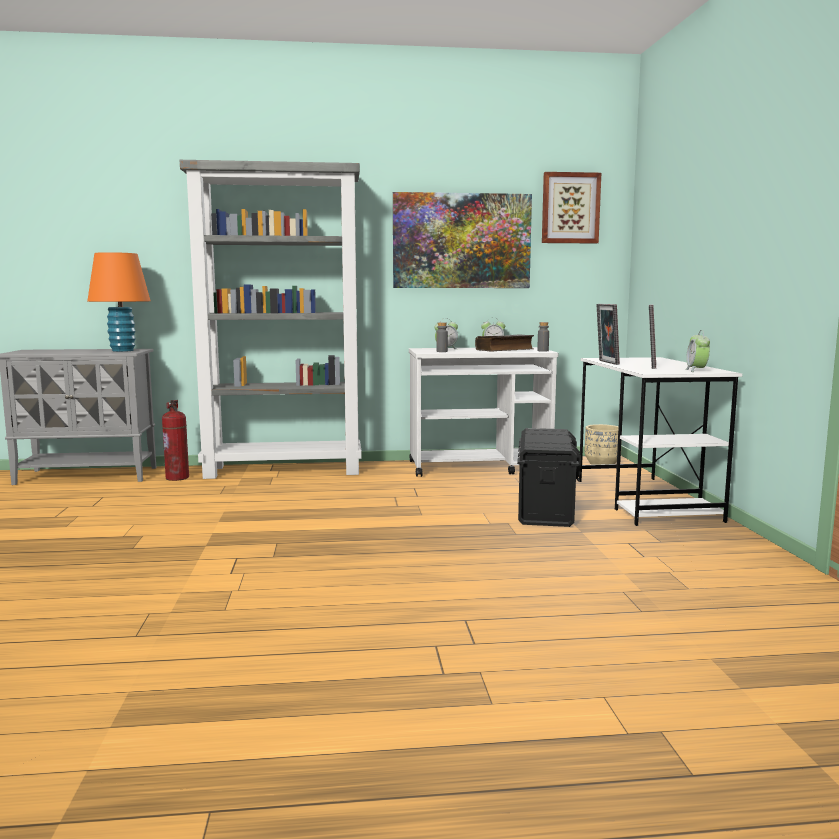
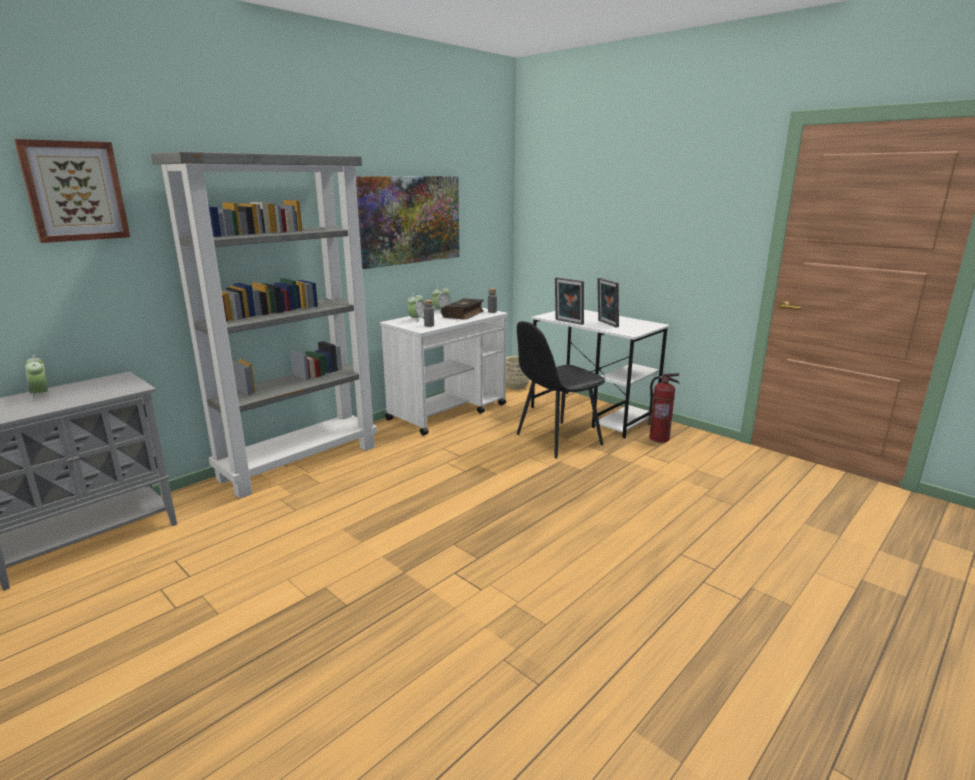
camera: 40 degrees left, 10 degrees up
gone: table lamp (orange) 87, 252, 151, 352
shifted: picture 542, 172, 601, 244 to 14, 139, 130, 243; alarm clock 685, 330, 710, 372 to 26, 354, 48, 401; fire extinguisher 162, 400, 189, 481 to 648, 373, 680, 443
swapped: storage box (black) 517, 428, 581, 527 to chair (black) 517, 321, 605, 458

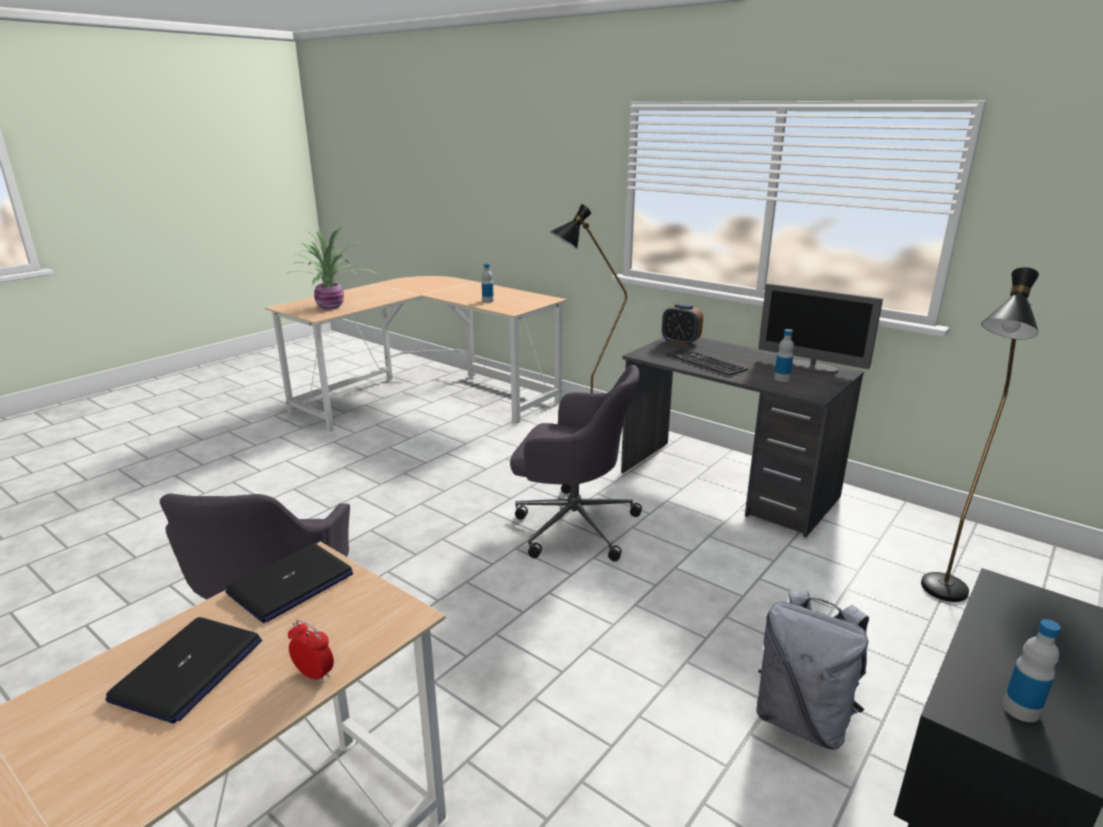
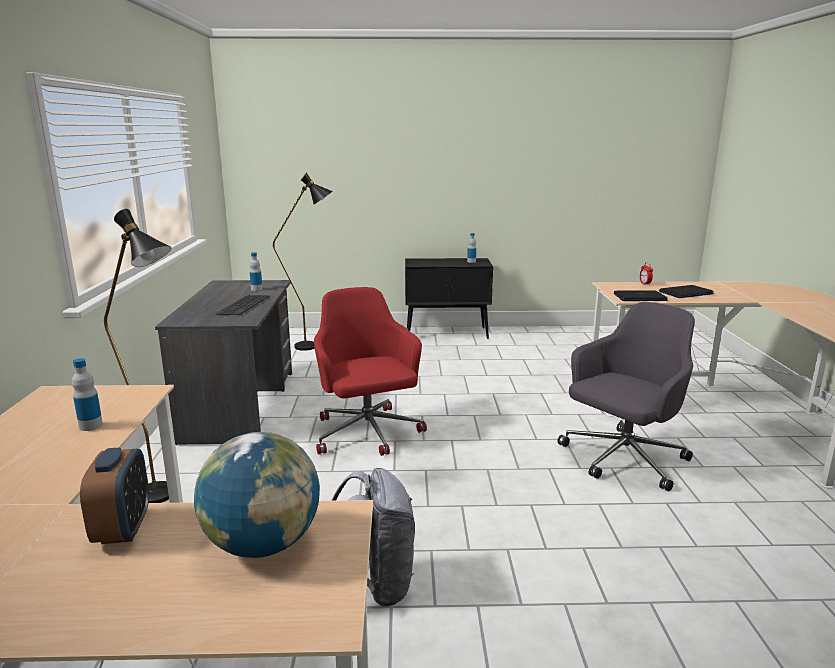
camera: 130 degrees left, 5 degrees down
gone: monitor 758, 283, 883, 374
shifted: alarm clock 662, 303, 703, 346 to 80, 447, 149, 544; backpack (grey) 756, 590, 869, 749 to 331, 468, 415, 607
swapped: potted plant 285, 226, 375, 309 to globe 194, 432, 320, 558
repainted: office chair (grey) 510, 365, 642, 561 to office chair (red) 314, 287, 427, 456

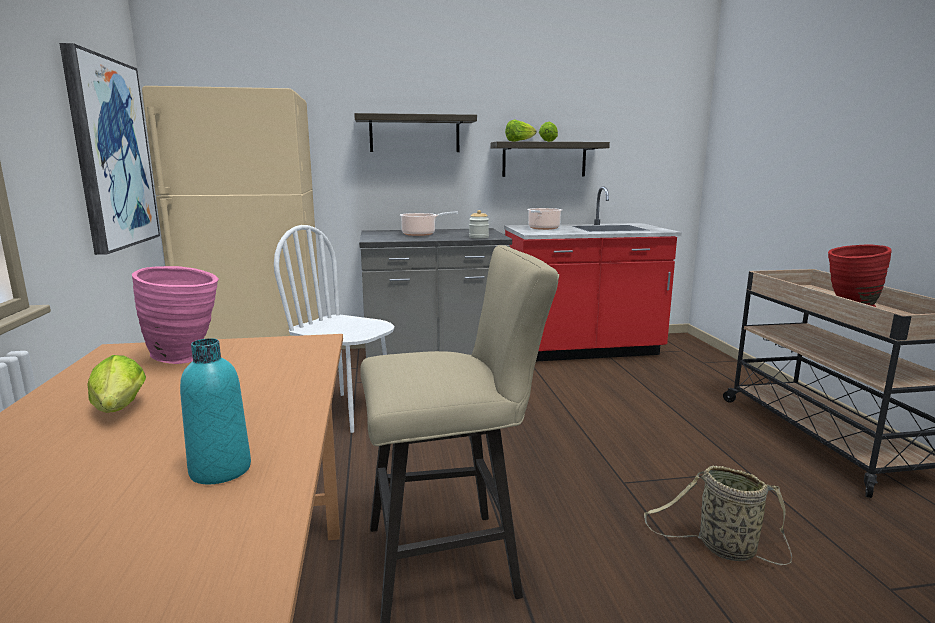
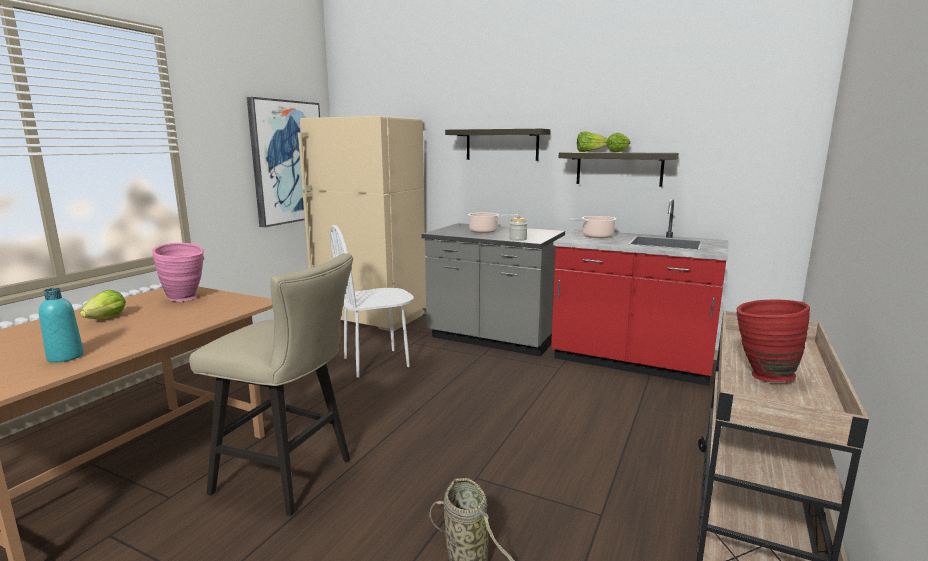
camera: 35 degrees right, 0 degrees up
rotated: chair (white) 274, 225, 394, 433 = 330, 225, 414, 378 90 degrees counterclockwise

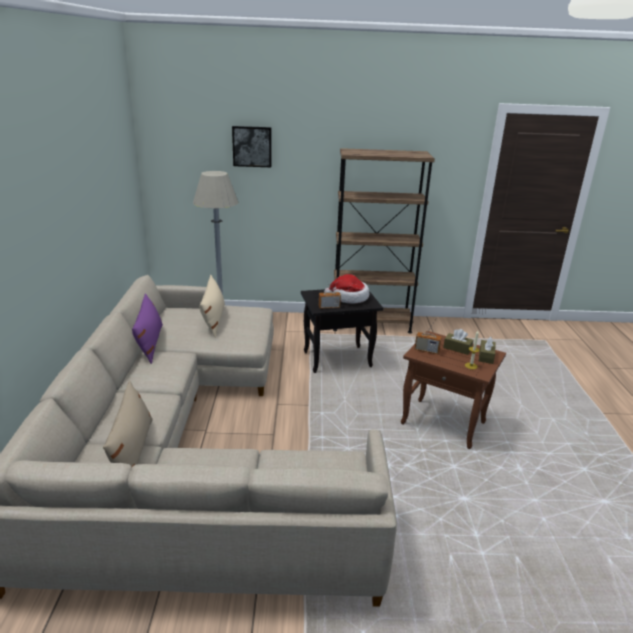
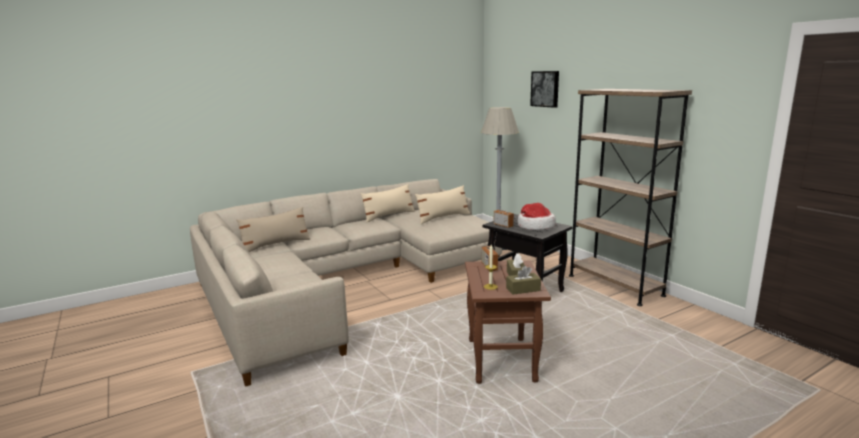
camera: 60 degrees right, 10 degrees down
repainted: pillow (purple) 132, 293, 163, 364 to pillow (beige) 360, 184, 415, 223

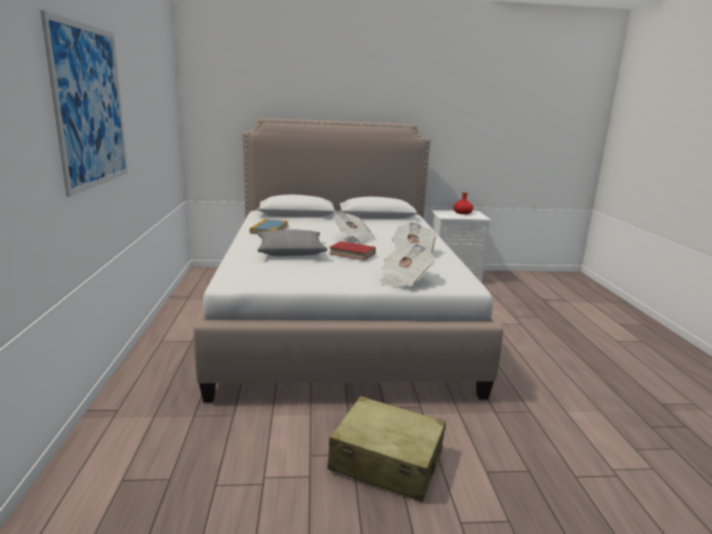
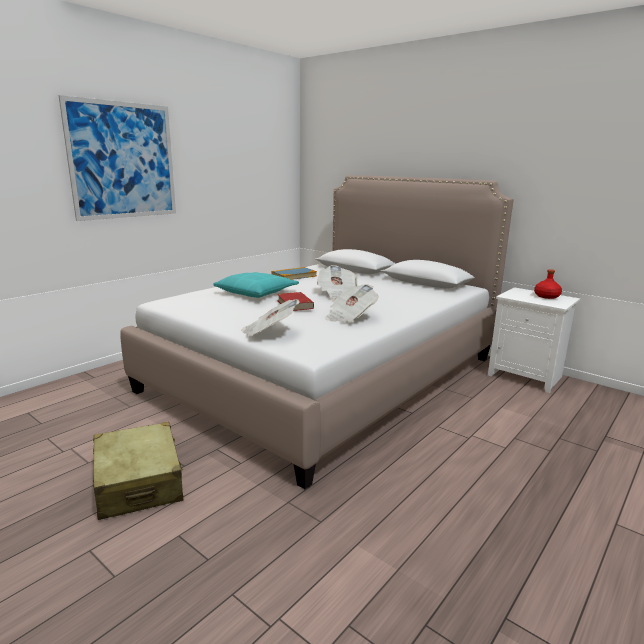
camera: 45 degrees right, 0 degrees up
repainted: pillow (grey) 258, 230, 327, 256 to pillow (turquoise) 214, 272, 299, 298

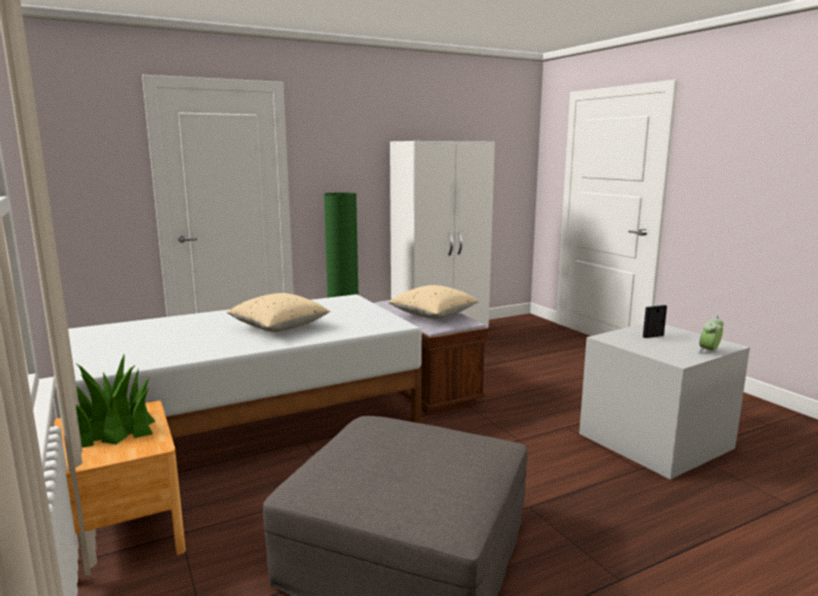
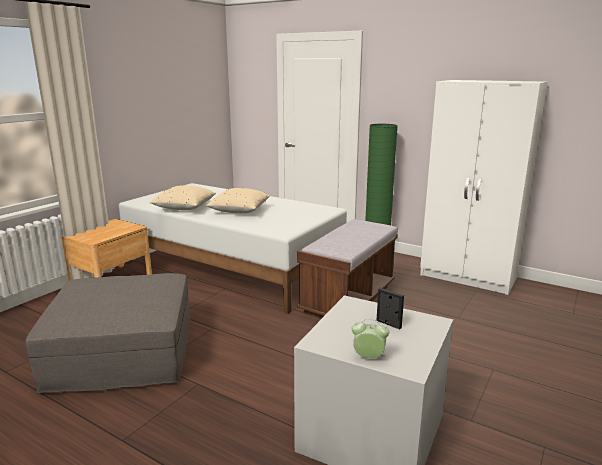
camera: 60 degrees right, 5 degrees up
gone: potted plant 76, 355, 155, 447
shifted: pillow (beige) 388, 285, 479, 319 to 149, 185, 216, 210

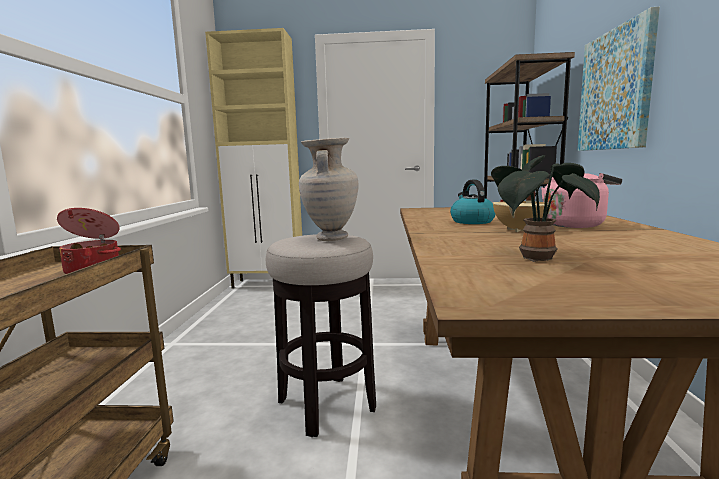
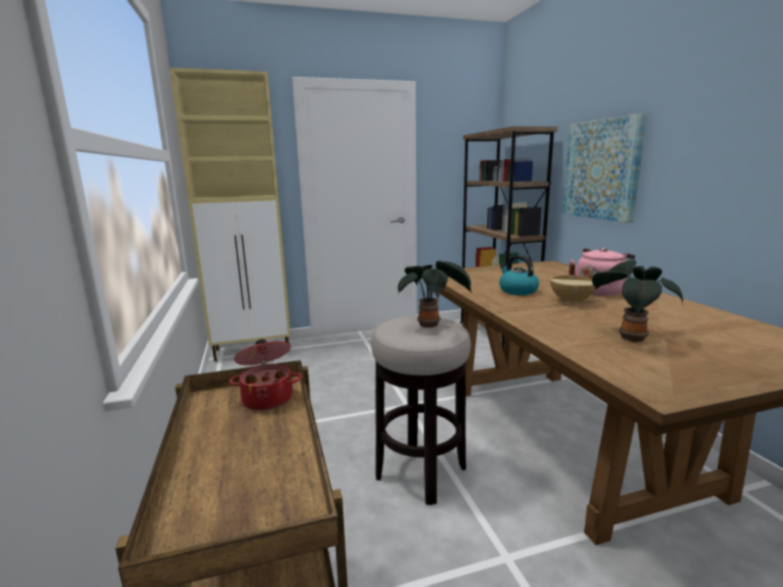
camera: 20 degrees left, 5 degrees up
swapped: vase (beige) 299, 138, 358, 241 to potted plant 398, 261, 472, 328

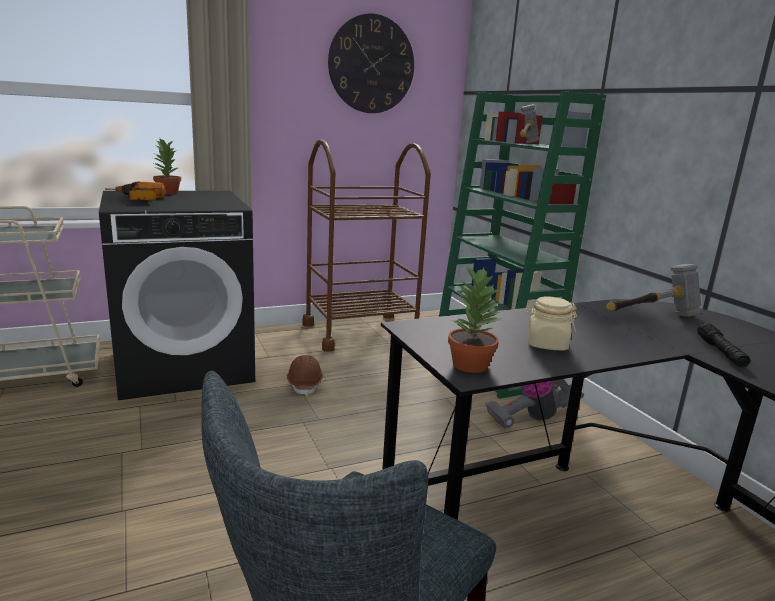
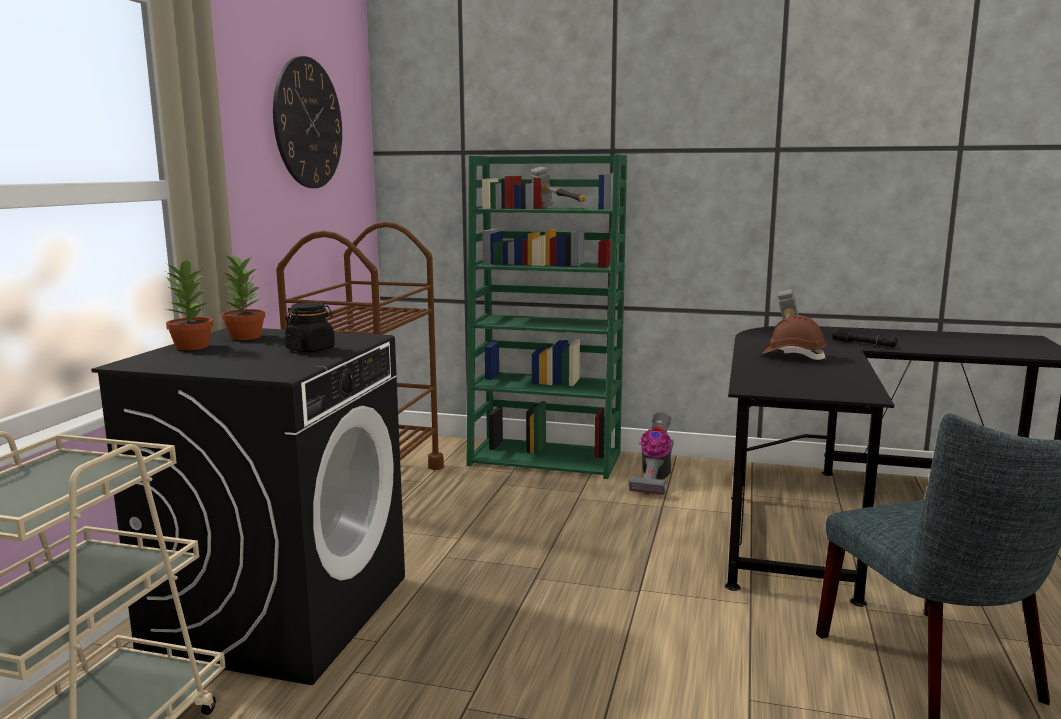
camera: 50 degrees left, 5 degrees down
gone: power drill 105, 182, 166, 200; jar (beige) 525, 296, 577, 350
new: jar (black) 285, 302, 335, 352
shifted: potted plant 448, 264, 503, 373 to 222, 254, 265, 340; hard hat (brown) 287, 355, 323, 396 to 761, 315, 826, 360

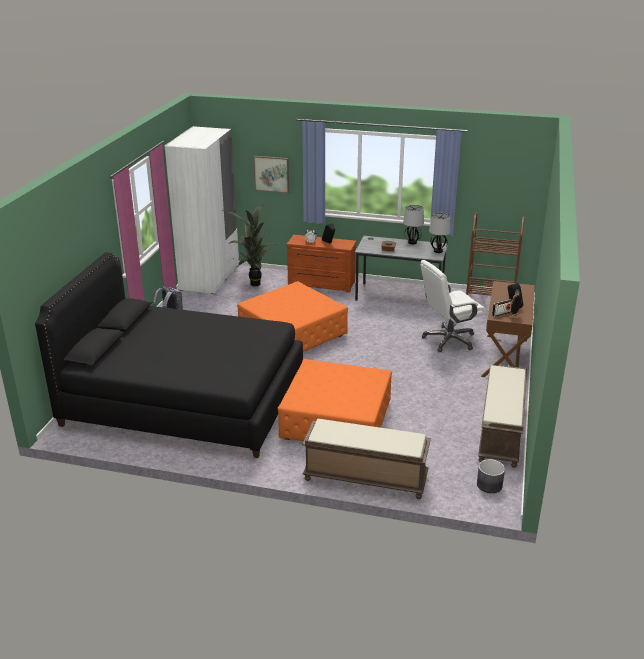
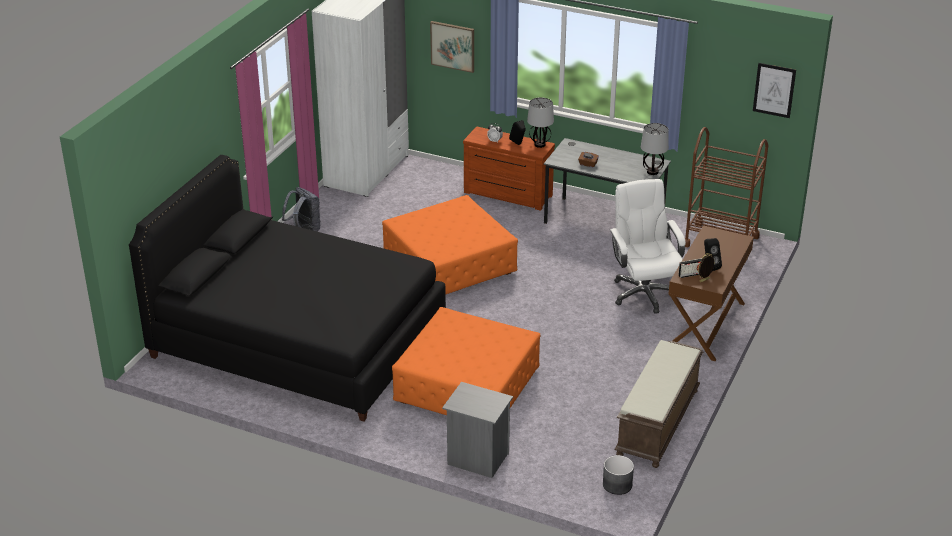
camera: 10 degrees right, 5 degrees up
gone: potted plant 227, 205, 279, 286
new: picture 753, 63, 796, 118
shifted: table lamp 403, 205, 424, 244 to 527, 97, 554, 148
swapped: bench (brown) 302, 419, 431, 499 to nightstand (grey) 442, 382, 513, 478
rotated: office chair (white) 420, 260, 487, 352 = 610, 179, 686, 314 90 degrees clockwise

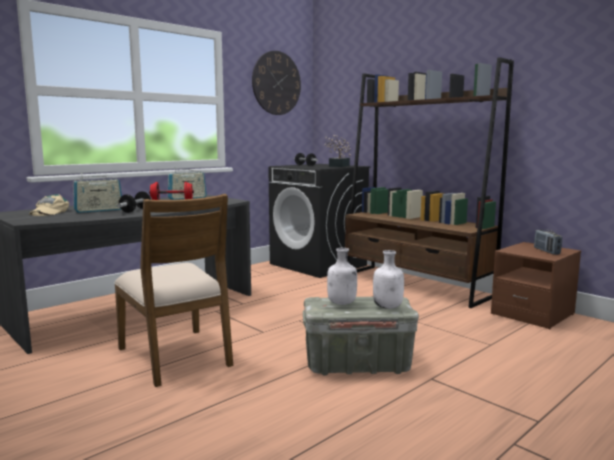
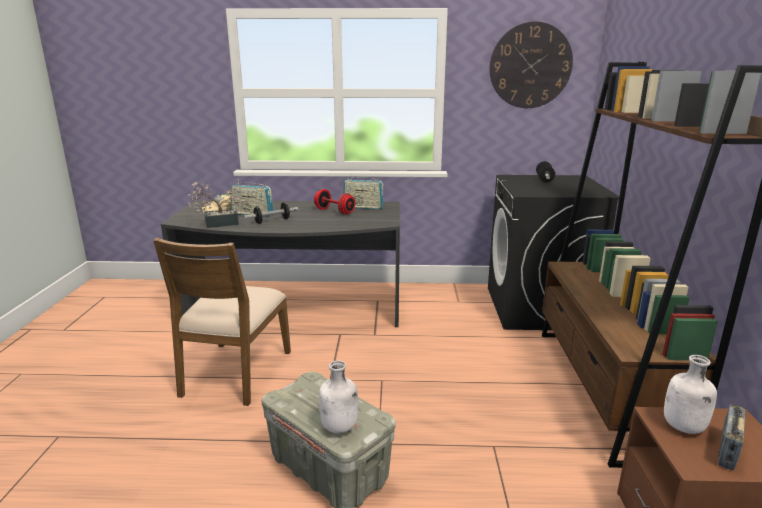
camera: 45 degrees right, 10 degrees up
shifted: potted plant 324, 135, 351, 167 to 188, 181, 245, 228; bottle (white) 327, 248, 357, 305 to 664, 355, 717, 434

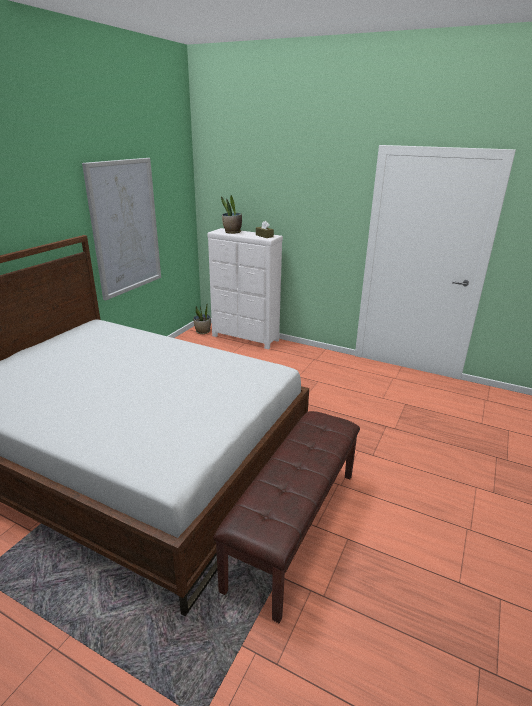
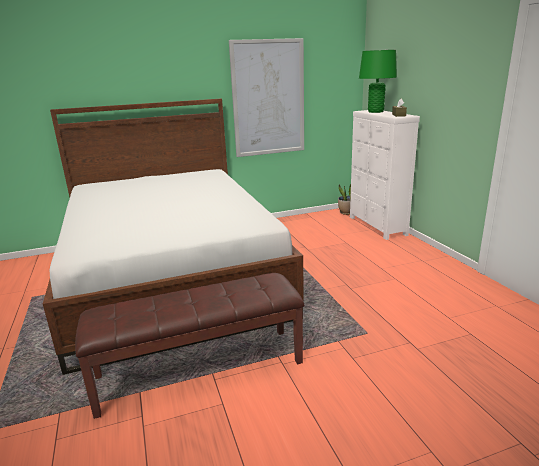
camera: 45 degrees right, 5 degrees down
swapped: potted plant 221, 195, 242, 234 to table lamp (green) 359, 50, 397, 113

